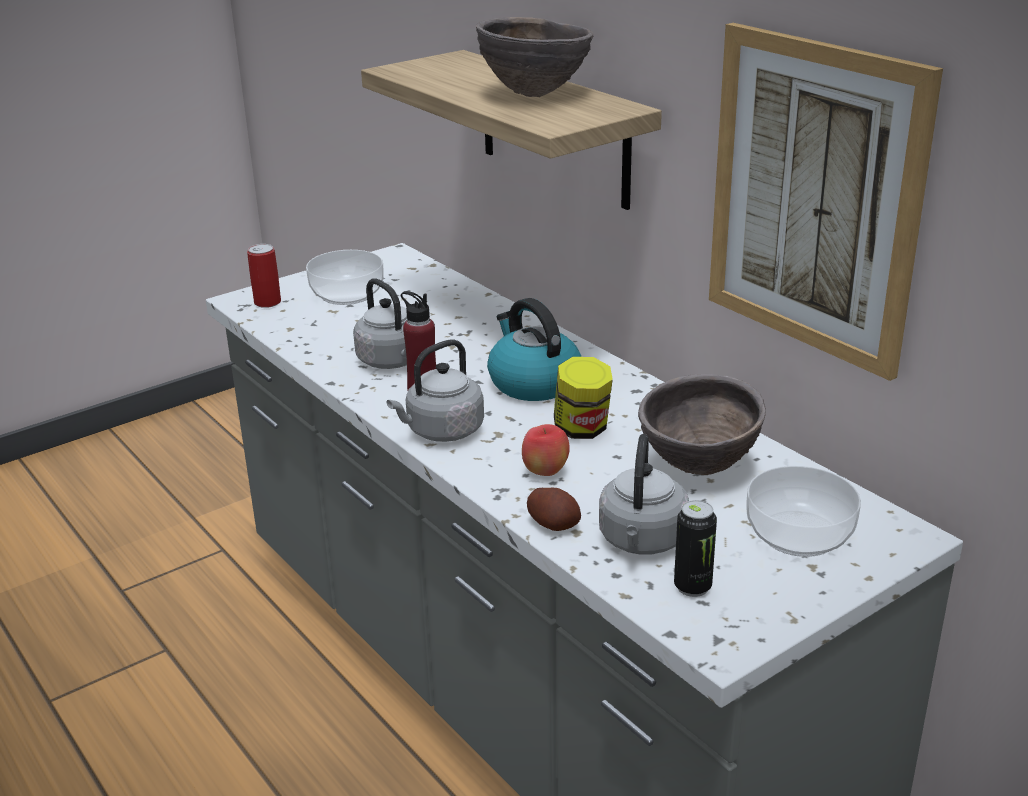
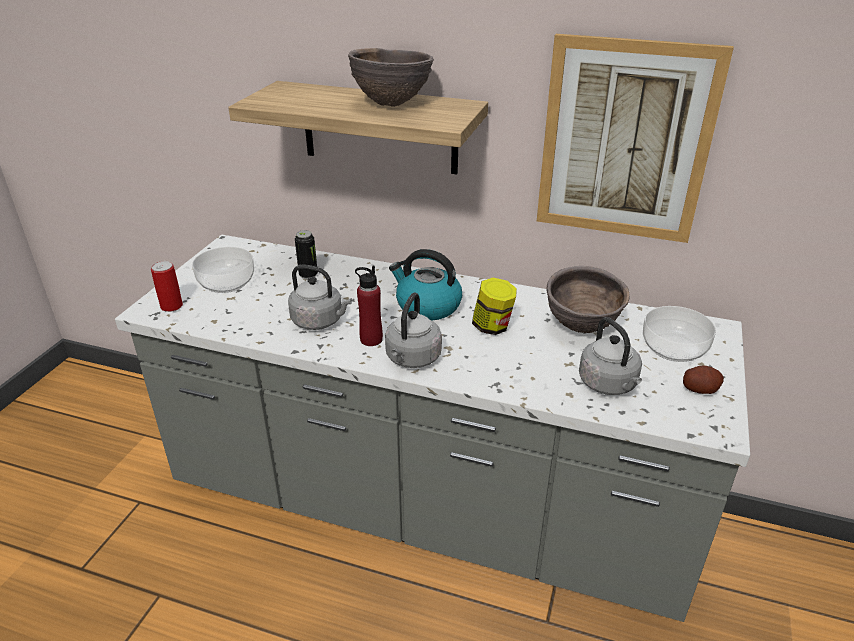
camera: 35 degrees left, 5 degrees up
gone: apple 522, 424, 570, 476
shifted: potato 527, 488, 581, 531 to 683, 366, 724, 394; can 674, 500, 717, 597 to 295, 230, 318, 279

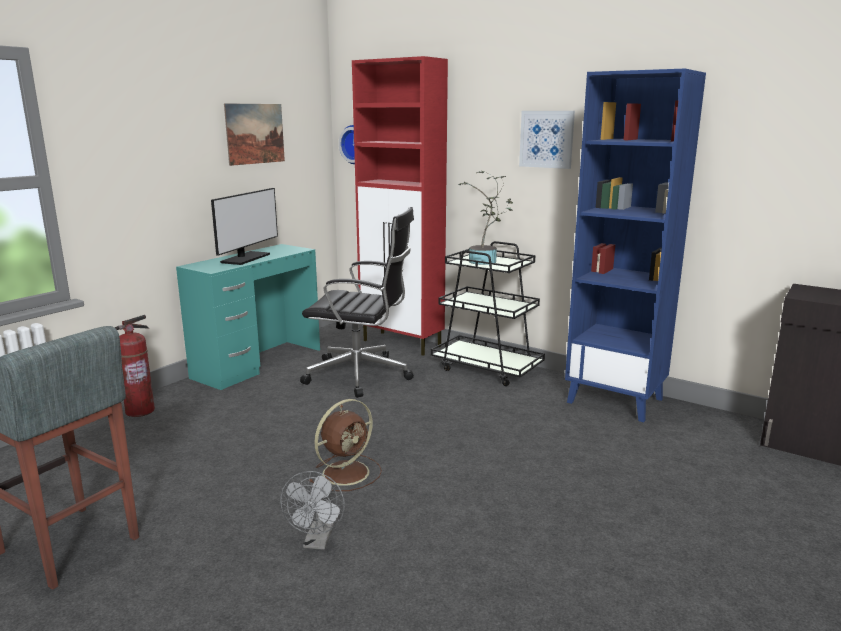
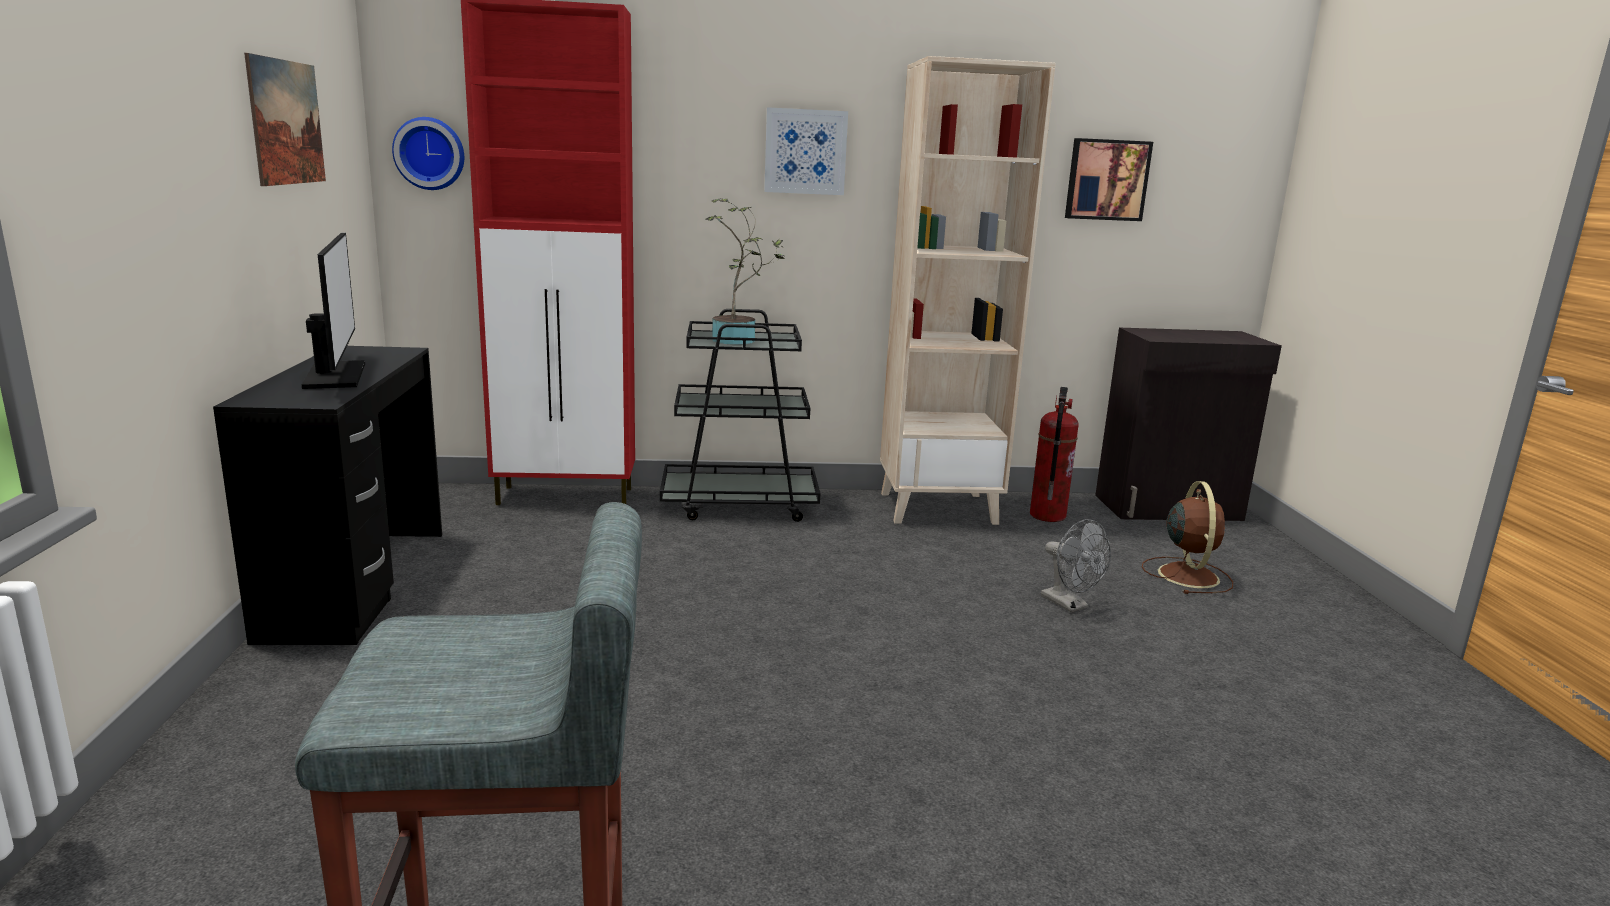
camera: 40 degrees left, 0 degrees up
gone: office chair (black) 300, 207, 414, 398
new: picture 1065, 138, 1153, 221
shifted: fire extinguisher 115, 315, 155, 417 to 1030, 387, 1079, 522; fan (brown) 309, 399, 382, 491 to 1142, 481, 1233, 594; fan (grey) 280, 471, 345, 550 to 1041, 519, 1111, 613
repainted: bookcase (blue) 565, 69, 706, 422 to bookcase (beige) 880, 56, 1056, 525; desk (turquoise) 176, 244, 320, 390 to desk (black) 213, 346, 442, 645

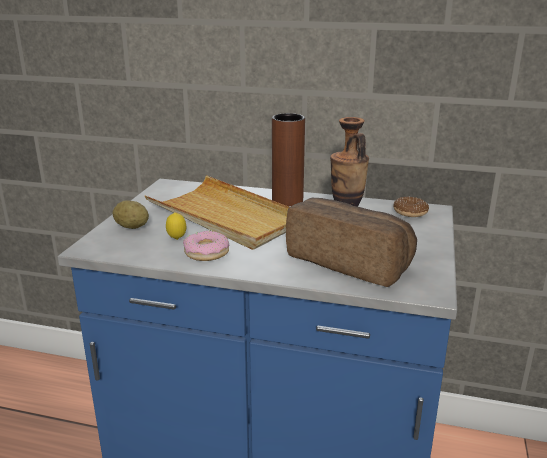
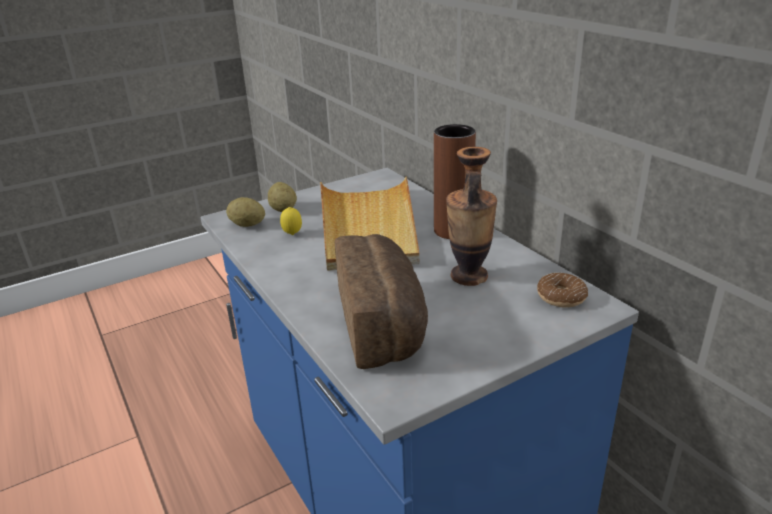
camera: 45 degrees right, 5 degrees up
gone: donut 183, 231, 229, 261
new: potato 226, 197, 265, 227

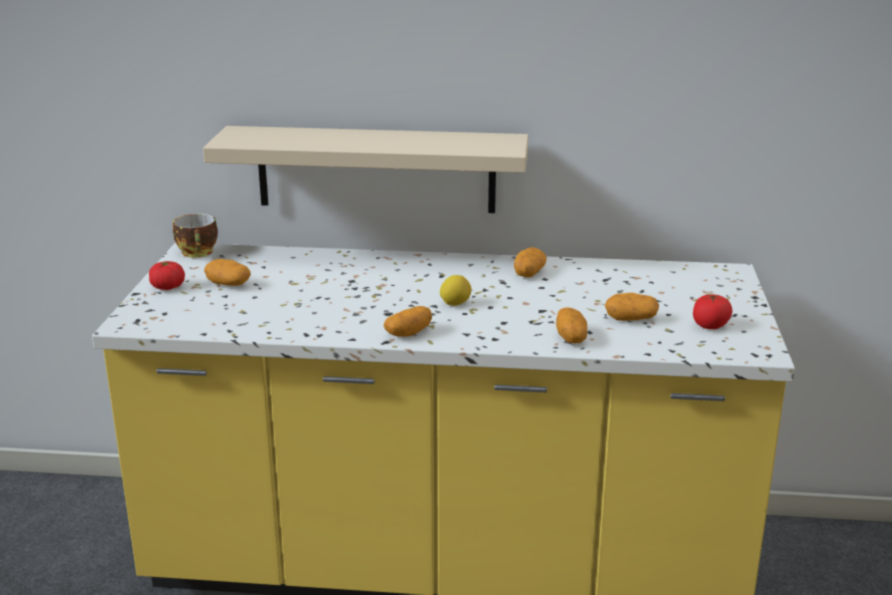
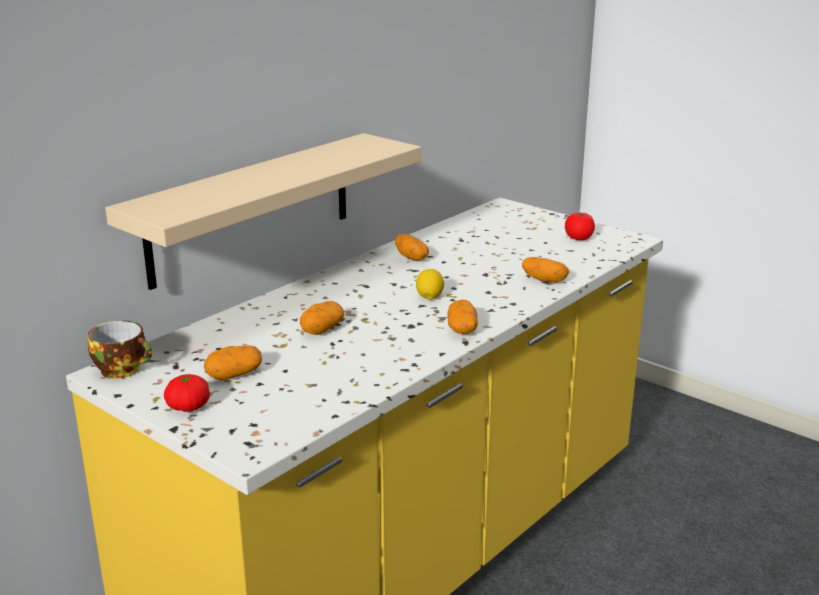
camera: 55 degrees left, 0 degrees up
shifted: potato 605, 293, 659, 321 to 300, 301, 344, 335

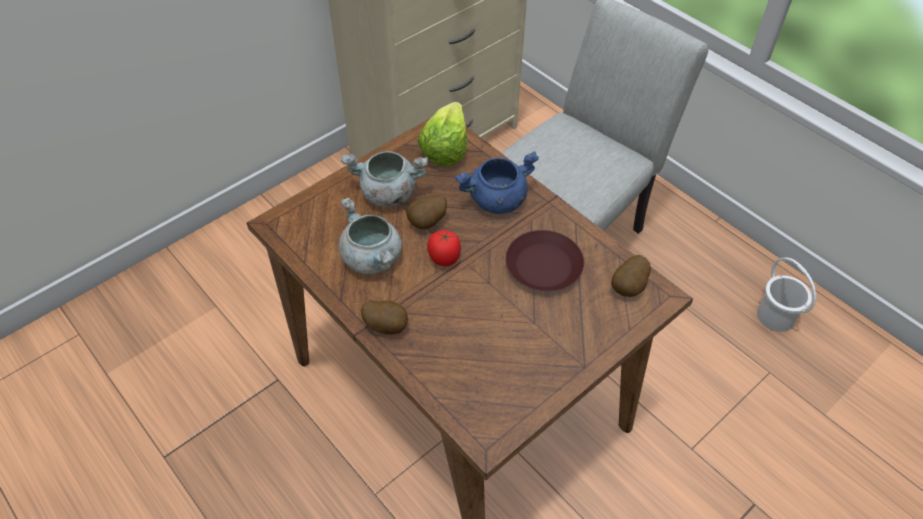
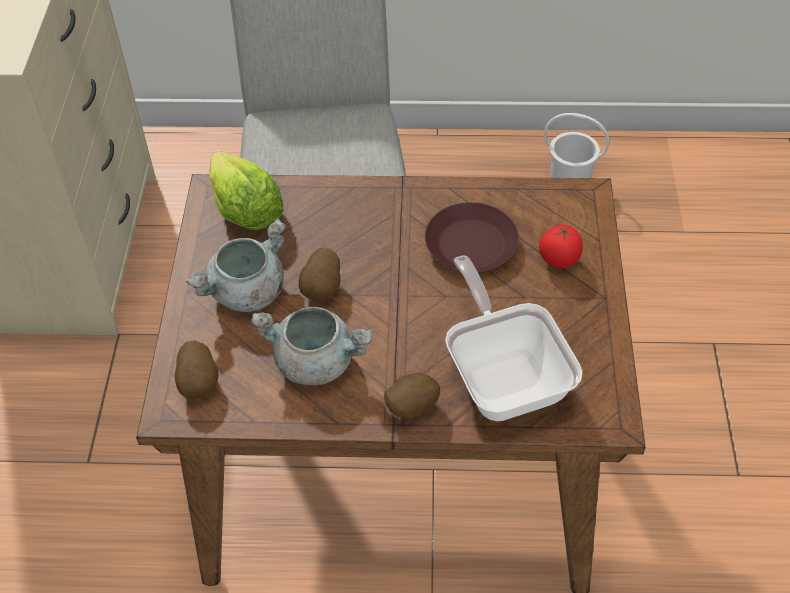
camera: 45 degrees left, 0 degrees up
gone: cooking pot (blue) 454, 151, 539, 214
new: frying pan 445, 255, 583, 421
shifted: tomato 427, 230, 461, 266 to 539, 225, 583, 269; potato 611, 255, 651, 297 to 175, 341, 218, 399

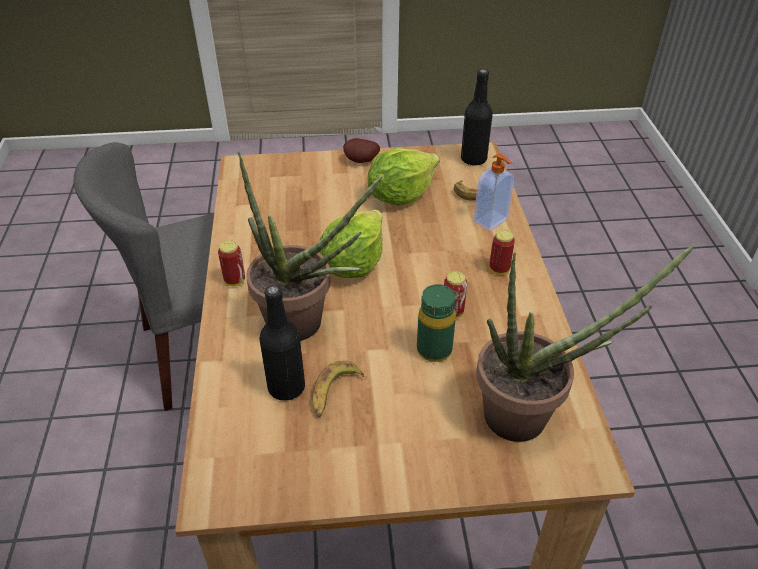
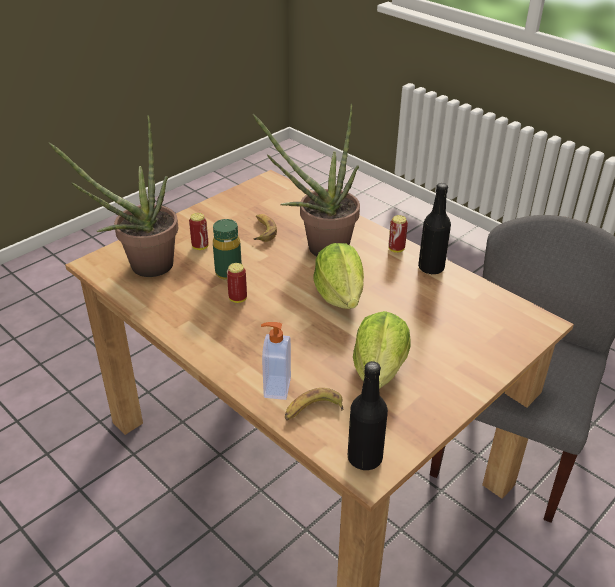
camera: 140 degrees right, 5 degrees down
gone: potato 343, 138, 380, 163
shifted: can 489, 229, 515, 275 to 189, 213, 209, 250; bottle (black) 259, 285, 305, 401 to 418, 183, 451, 274

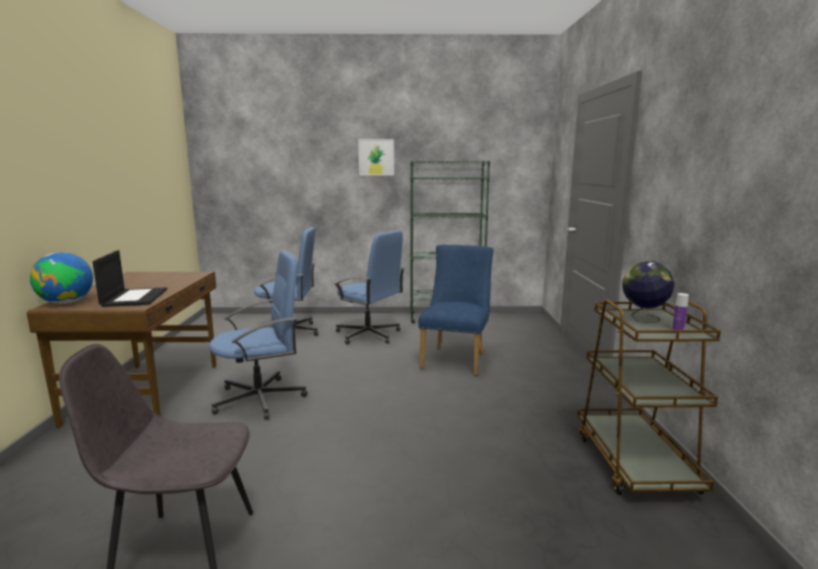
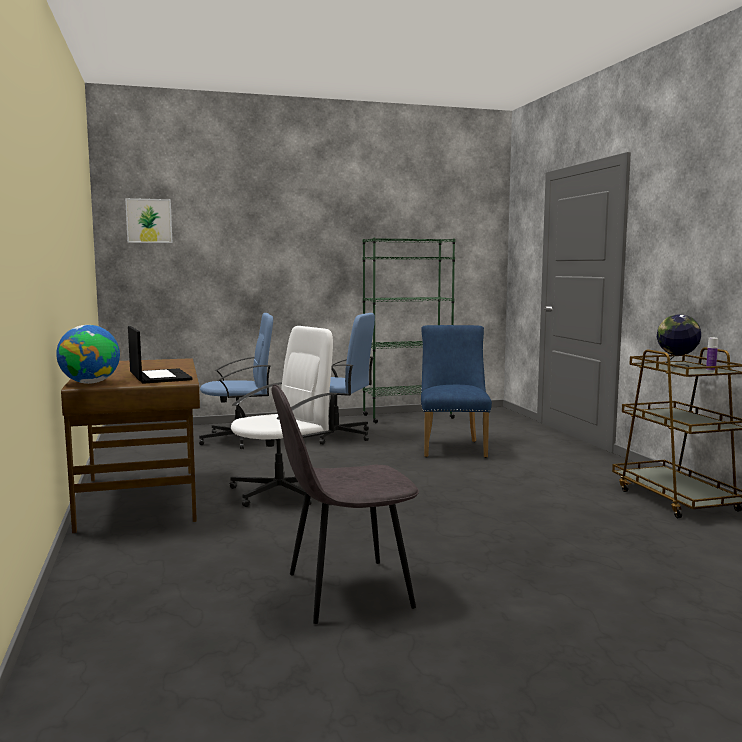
camera: 15 degrees left, 5 degrees down
shifted: picture 358, 139, 394, 175 to 125, 198, 173, 243
repainted: office chair (blue) 209, 250, 307, 420 to office chair (white) 230, 326, 336, 507

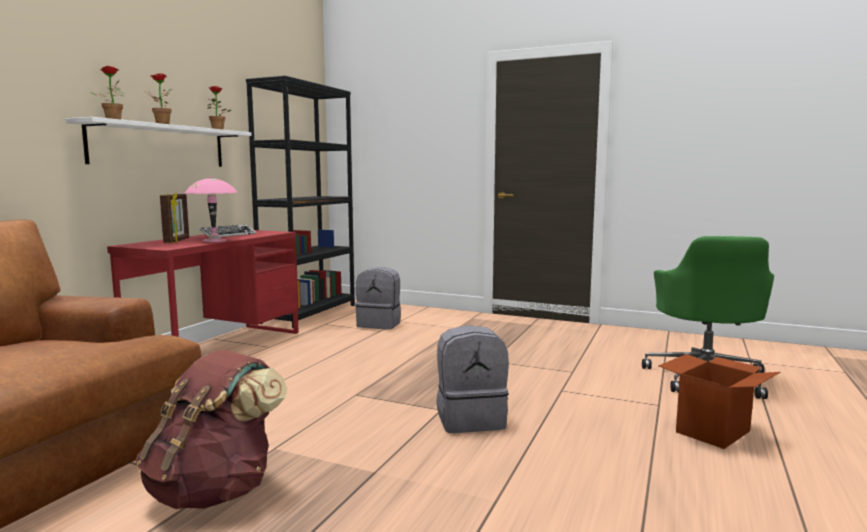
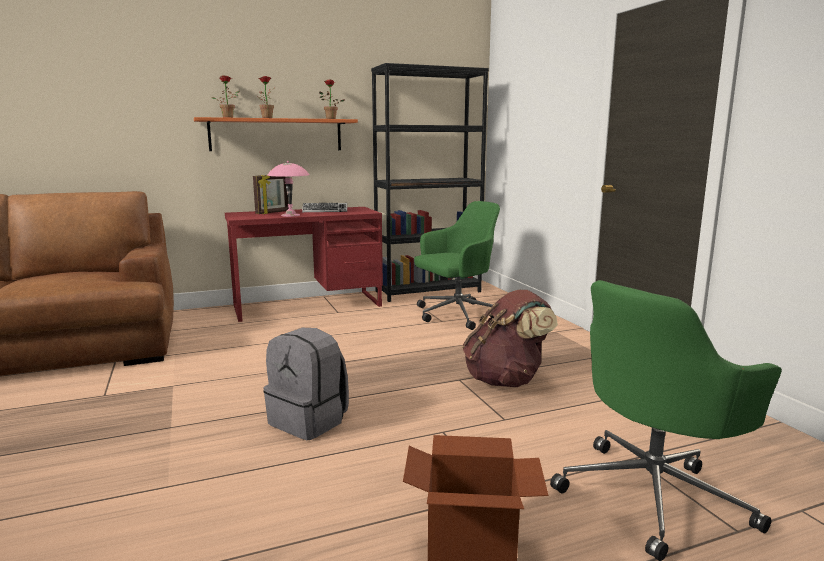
camera: 45 degrees right, 5 degrees up
shifted: backpack (brown) 136, 349, 288, 509 to 462, 290, 558, 387
swapped: backpack (grey) 355, 267, 401, 330 to office chair (green) 414, 201, 500, 330
repainted: shelf (white) 65, 117, 252, 167 to shelf (orange) 194, 117, 358, 151

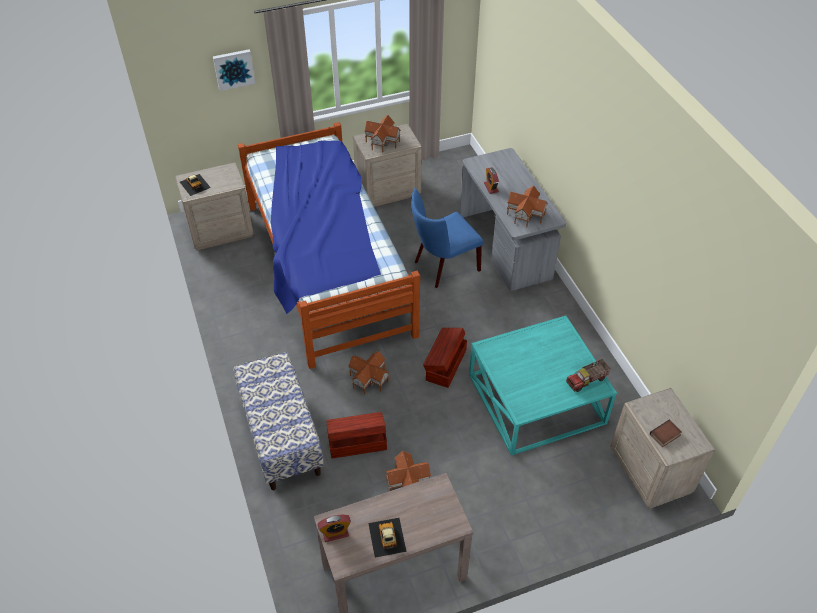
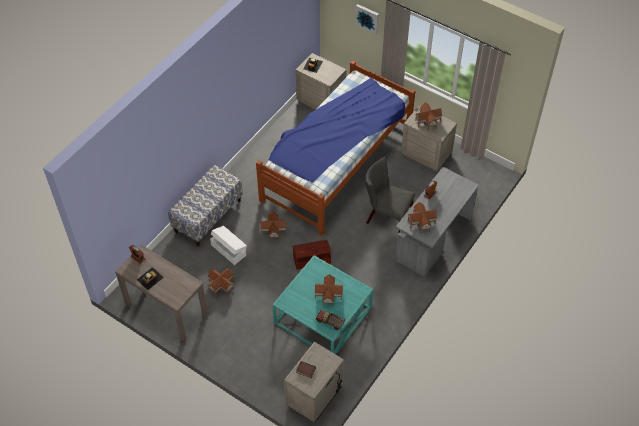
camera: 55 degrees right, 5 degrees up
new: toy house 314, 274, 343, 307
repainted: chair (blue) 411, 188, 483, 288 to chair (grey) 365, 157, 415, 233; storage box (brown) 326, 412, 387, 458 to storage box (white) 210, 226, 247, 265

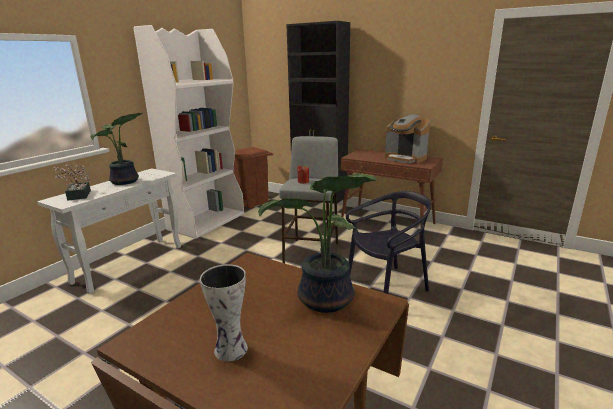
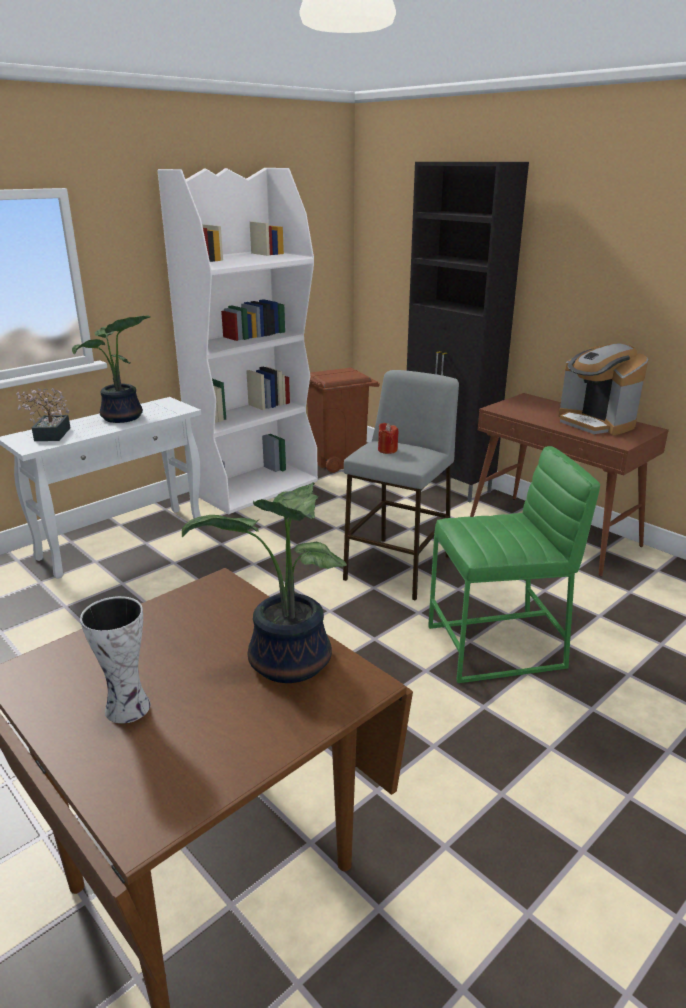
camera: 15 degrees right, 5 degrees up
swapped: chair (black) 346, 191, 431, 294 to stool (green) 428, 446, 600, 683

